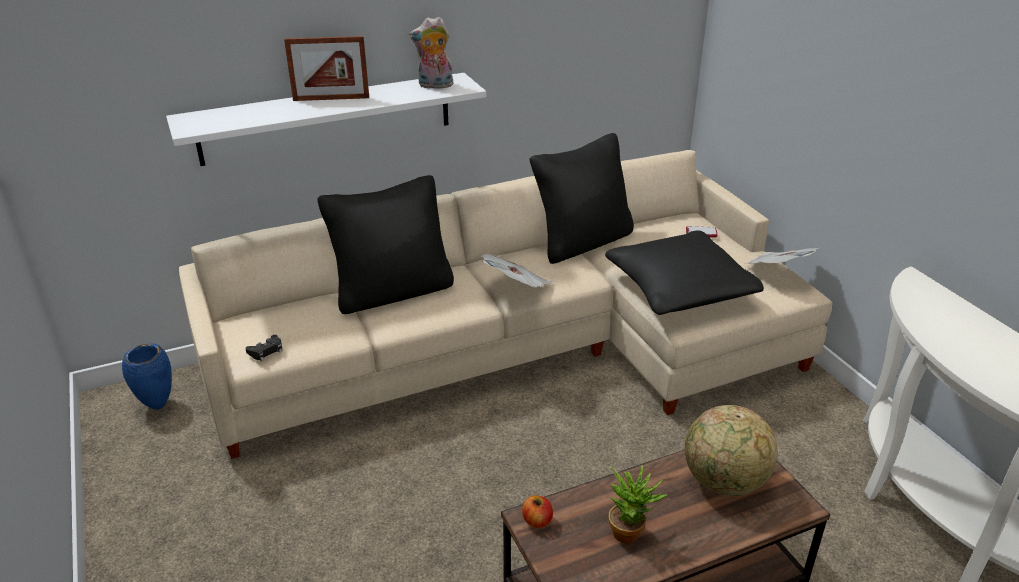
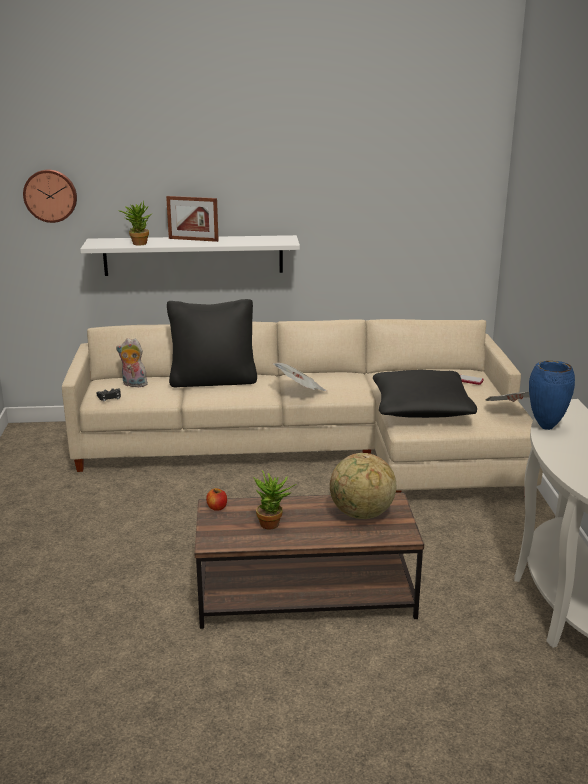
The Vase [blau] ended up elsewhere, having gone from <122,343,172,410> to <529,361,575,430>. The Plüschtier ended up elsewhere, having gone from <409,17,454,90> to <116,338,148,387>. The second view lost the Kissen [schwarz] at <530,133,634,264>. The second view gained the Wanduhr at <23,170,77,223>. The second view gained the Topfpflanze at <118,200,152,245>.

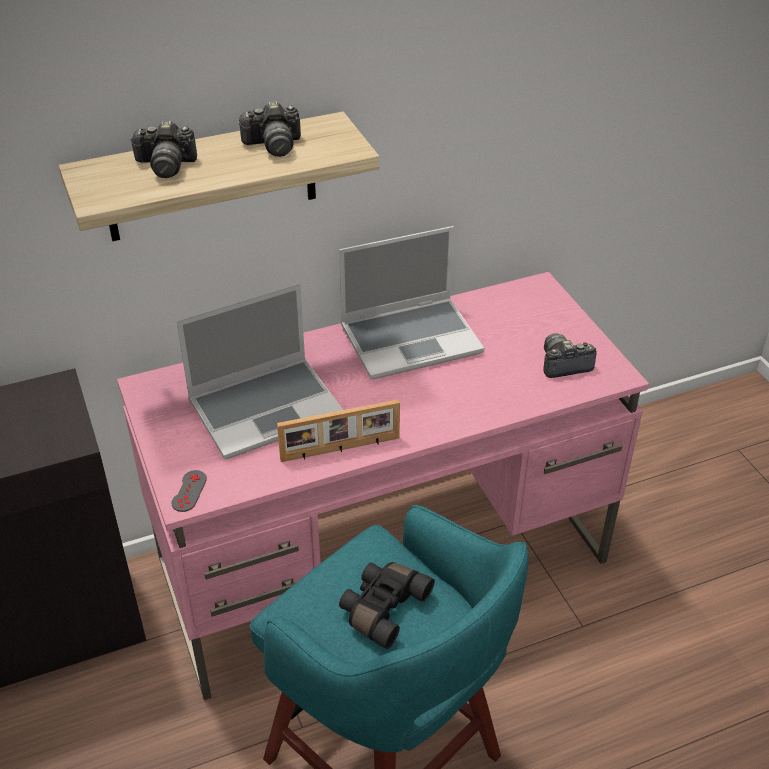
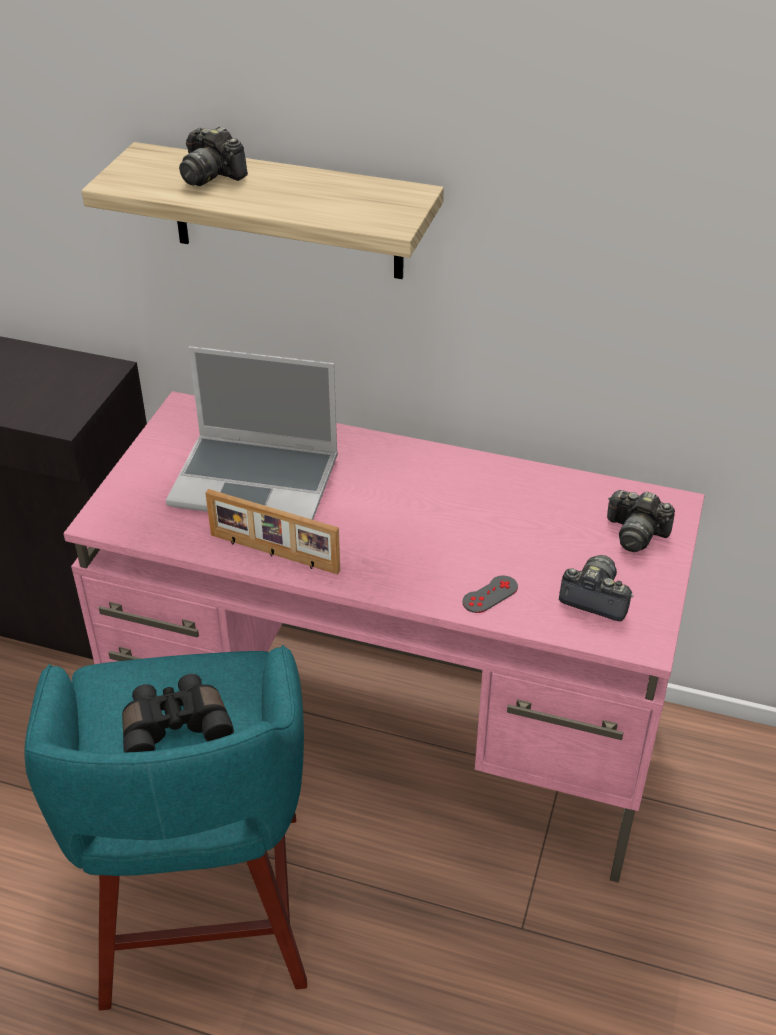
The Gamepad [grau] ended up elsewhere, having gone from <171,470,207,512> to <462,576,518,613>. The Kamera ended up elsewhere, having gone from <238,101,301,157> to <607,490,675,552>. The second view lost the Laptop at <339,226,484,379>.

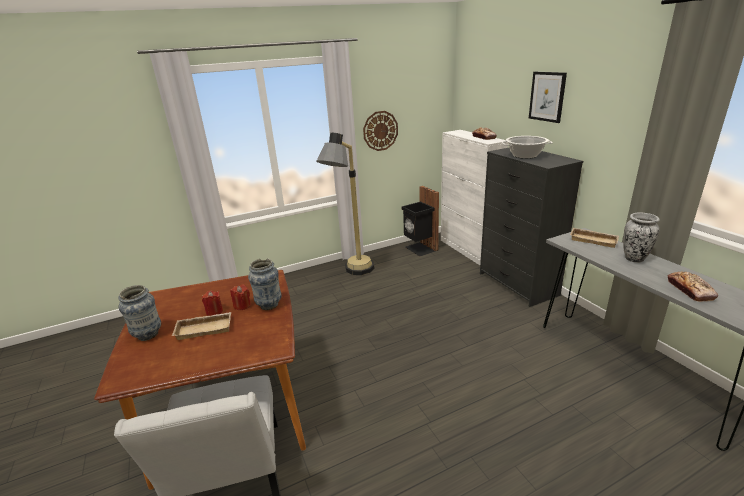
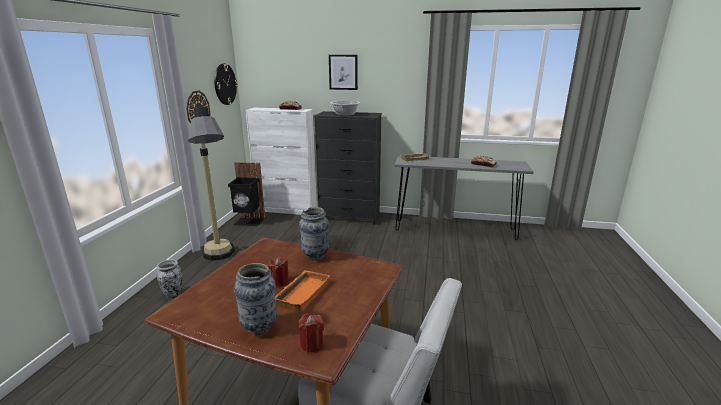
What was the Tablett [beige] at <172,312,231,340> turned into the Tablett [orange] at <275,270,330,310>. The Kerze [rot] ended up elsewhere, having gone from <230,285,251,310> to <298,313,324,353>. The Vase ended up elsewhere, having gone from <623,213,660,263> to <156,259,182,299>. The second view gained the Wanduhr at <214,64,238,105>.

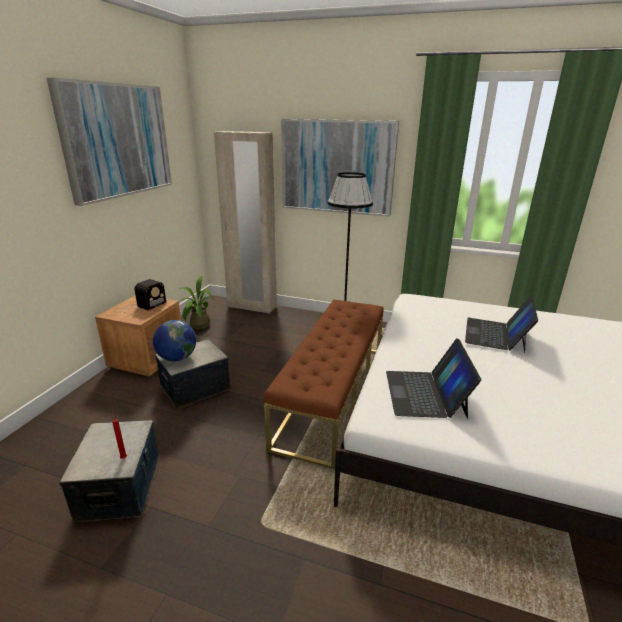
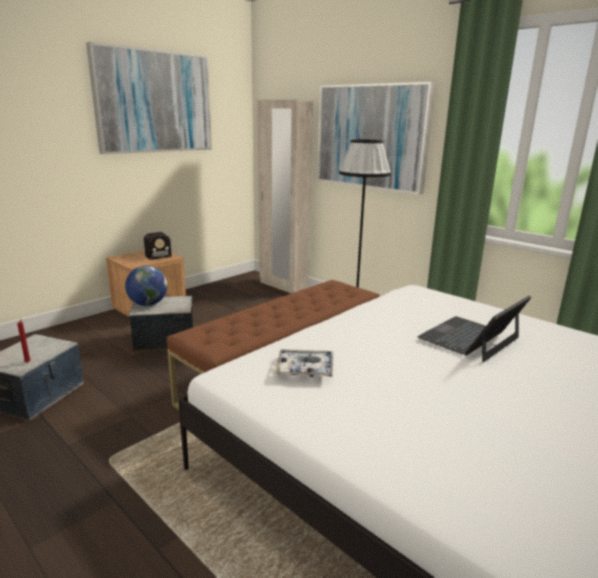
The second view lost the Topfpflanze at <179,276,213,329>. Where the Laptop stood at <386,338,481,419>, the Tablett came to stand at <274,349,333,377>.

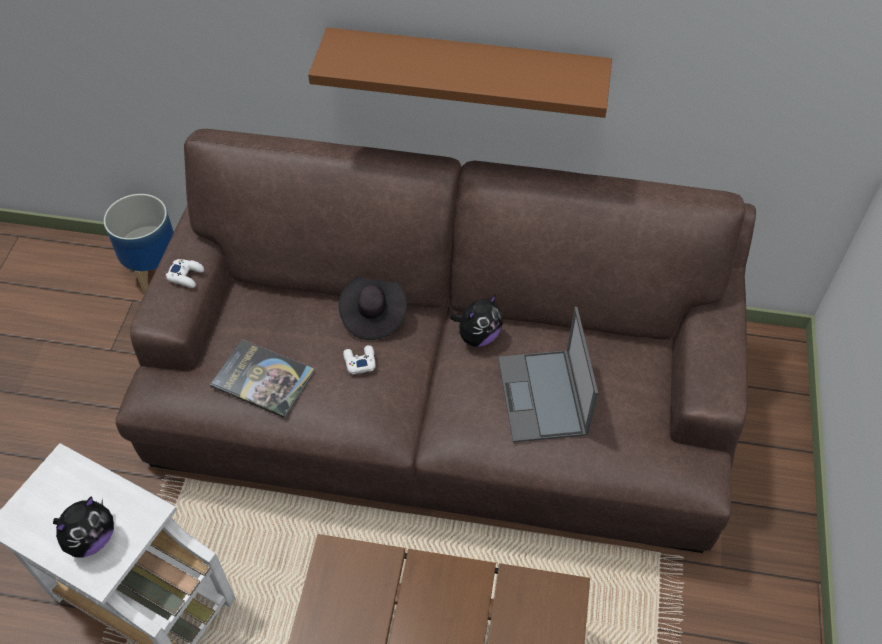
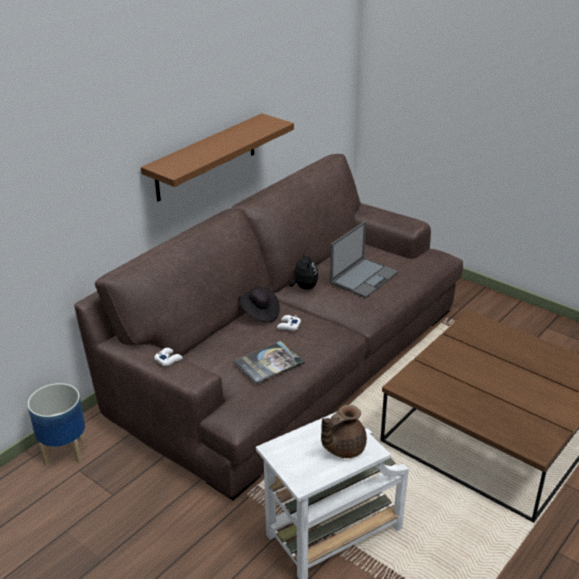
Where the Plüschtier stood at <53,496,114,557>, the Teekanne [braun] came to stand at <321,405,367,458>. The Laptop at <498,307,598,443> ended up facing another way, 75 degrees counterclockwise from before.

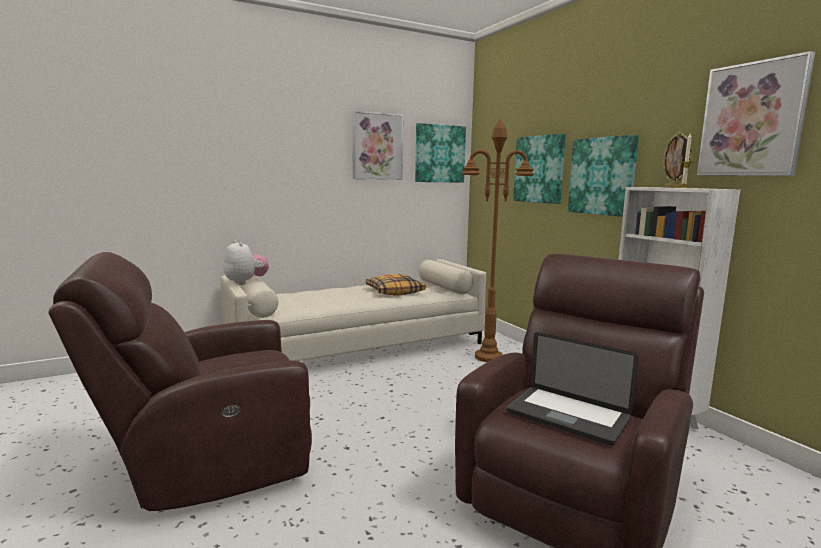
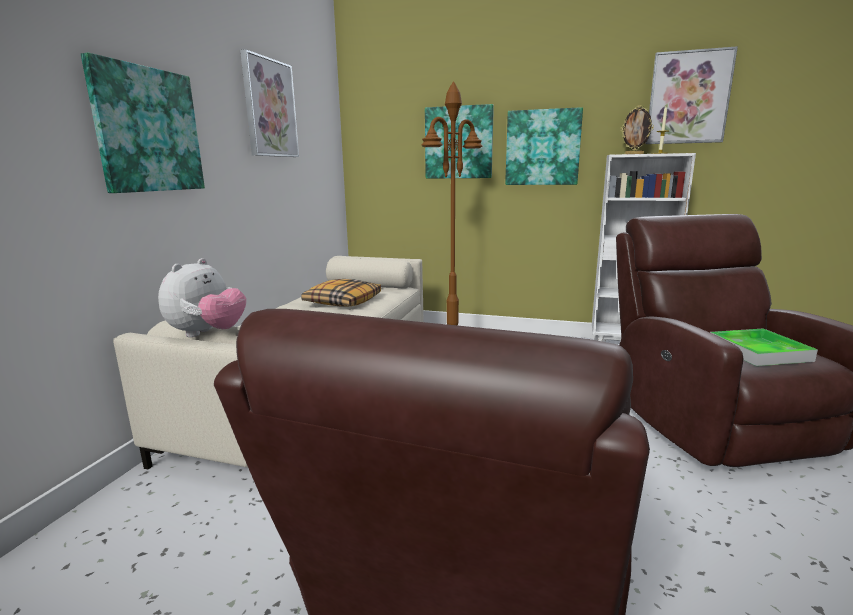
The Plüschtier at <224,240,269,285> ended up facing another way, 105 degrees clockwise from before. The Bild ended up elsewhere, having gone from <415,123,466,183> to <81,53,205,193>. Where the Laptop stood at <506,332,639,445>, the Tablett came to stand at <710,328,818,366>.

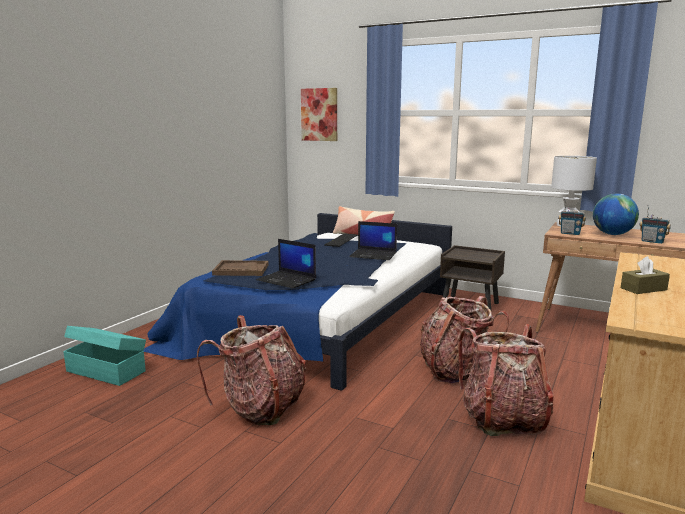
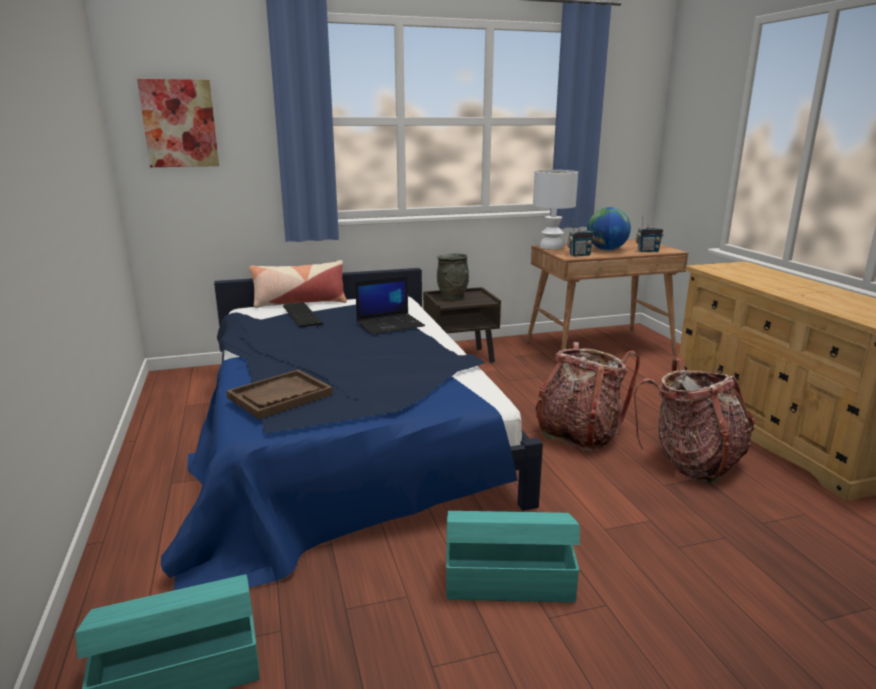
Where the Rucksack stood at <197,315,306,425>, the Aufbewahrungsbox [türkis] came to stand at <446,511,580,602>. The second view lost the Laptop at <256,239,316,289>. The second view lost the Taschentuchbox [braun] at <621,256,670,294>. The second view gained the Vase [grau] at <437,254,469,300>.

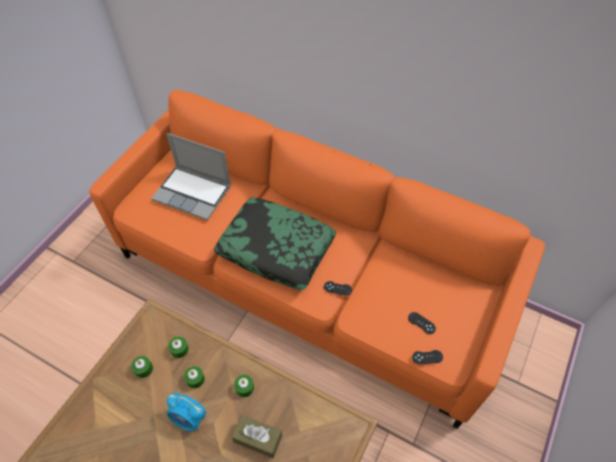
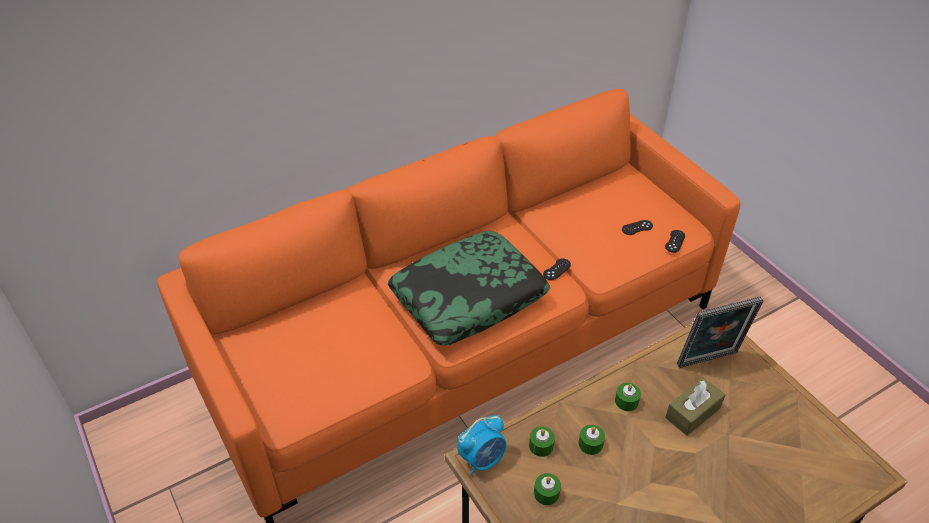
The second view lost the Laptop at <151,133,231,221>. The Wecker ended up elsewhere, having gone from <167,393,206,431> to <458,415,506,475>. The second view gained the Bilderrahmen at <677,296,763,368>.

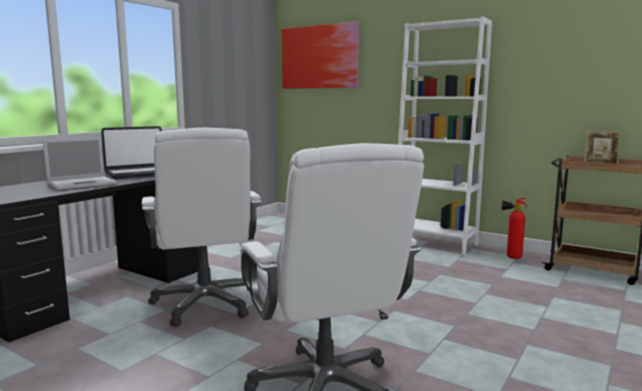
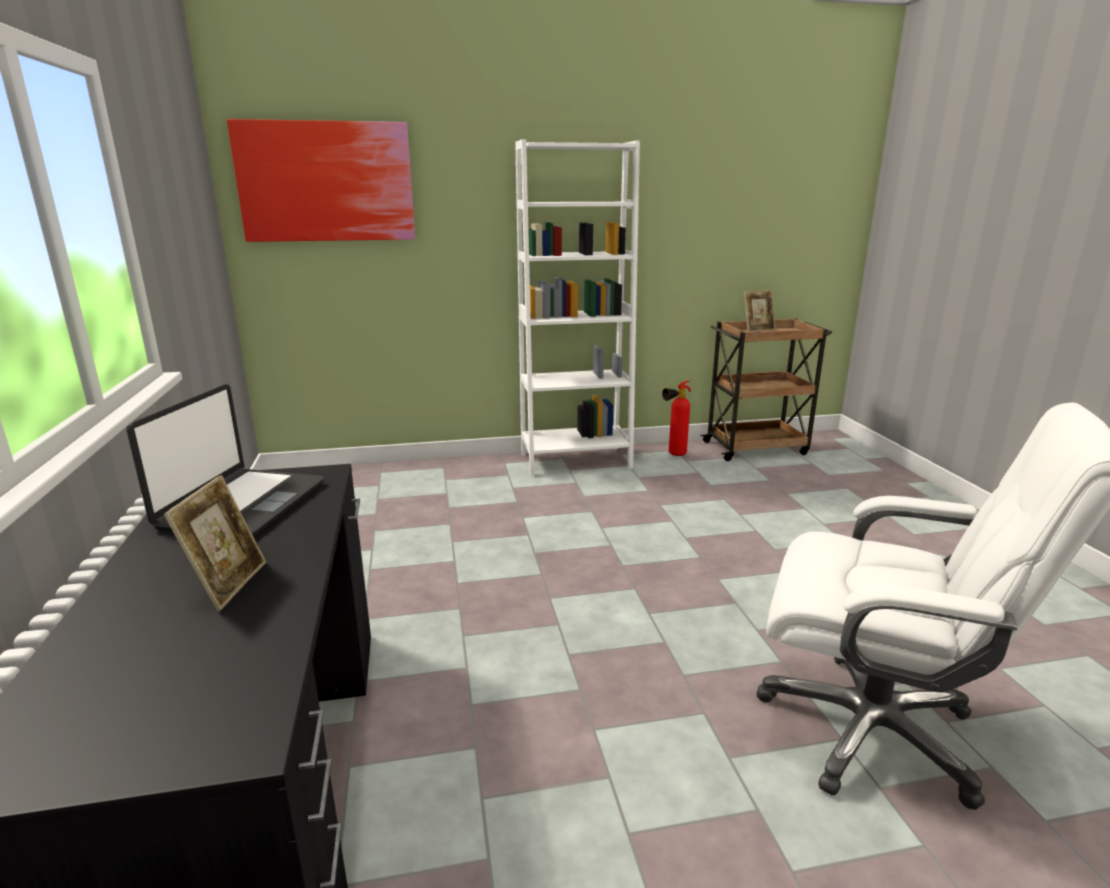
Where the Laptop stood at <43,137,117,190>, the Bilderrahmen came to stand at <164,475,266,611>. The second view lost the Bürostuhl [weiß] at <142,128,262,327>.

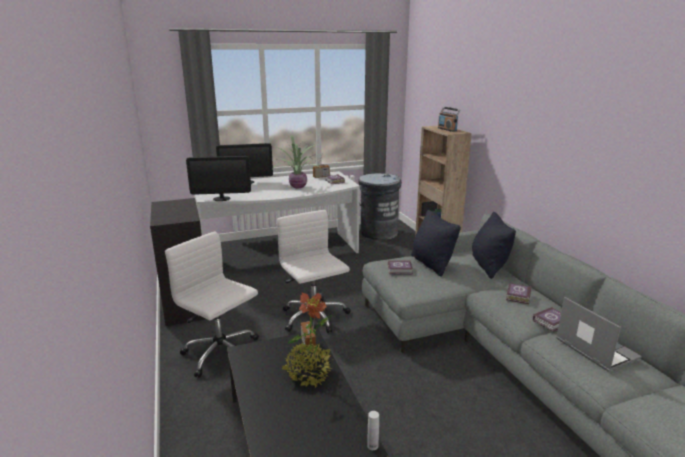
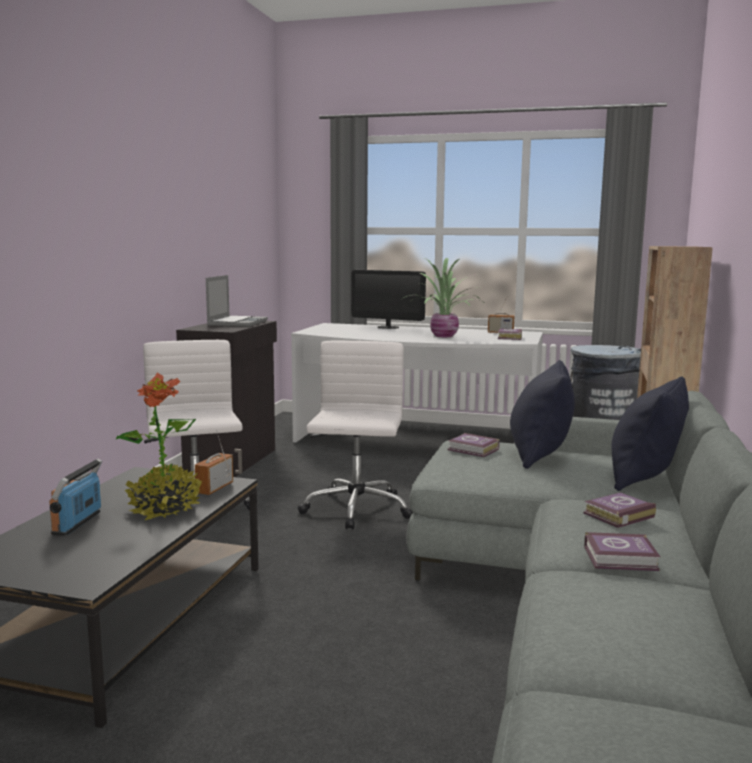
The second view lost the Monitor at <186,156,251,201>. The second view lost the Flasche [weiß] at <367,411,379,450>. The Radio ended up elsewhere, having gone from <438,107,460,132> to <49,459,102,536>. The Laptop ended up elsewhere, having gone from <556,297,642,372> to <206,275,268,327>.

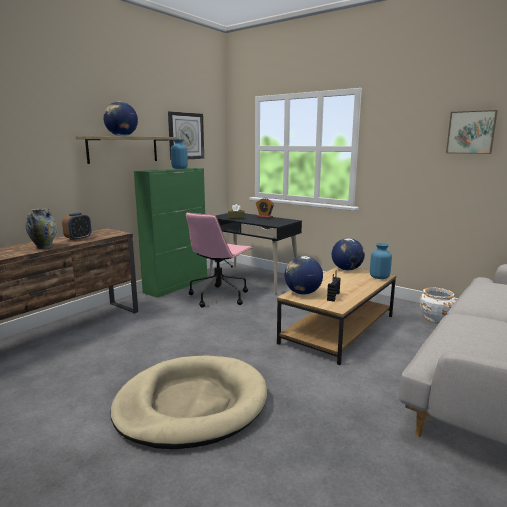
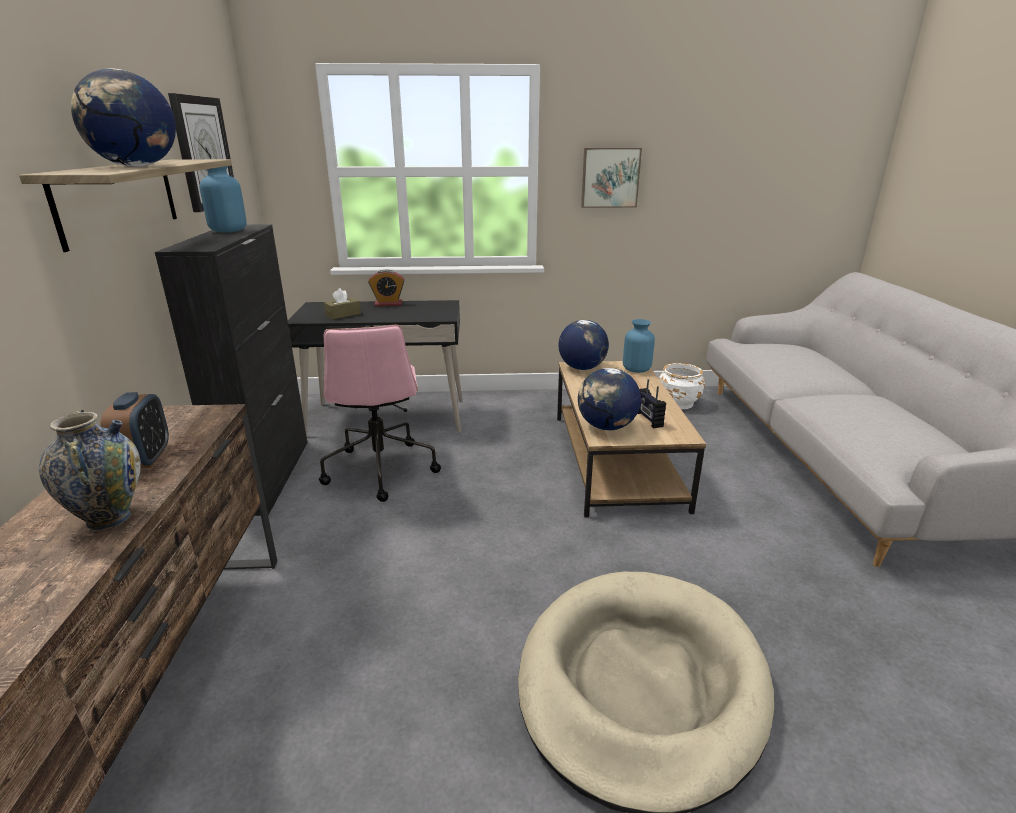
What was the Schrank [grün] at <134,168,207,298> turned into the Schrank [schwarz] at <155,224,307,516>. The Bild ended up elsewhere, having gone from <446,110,498,154> to <581,148,642,208>.

